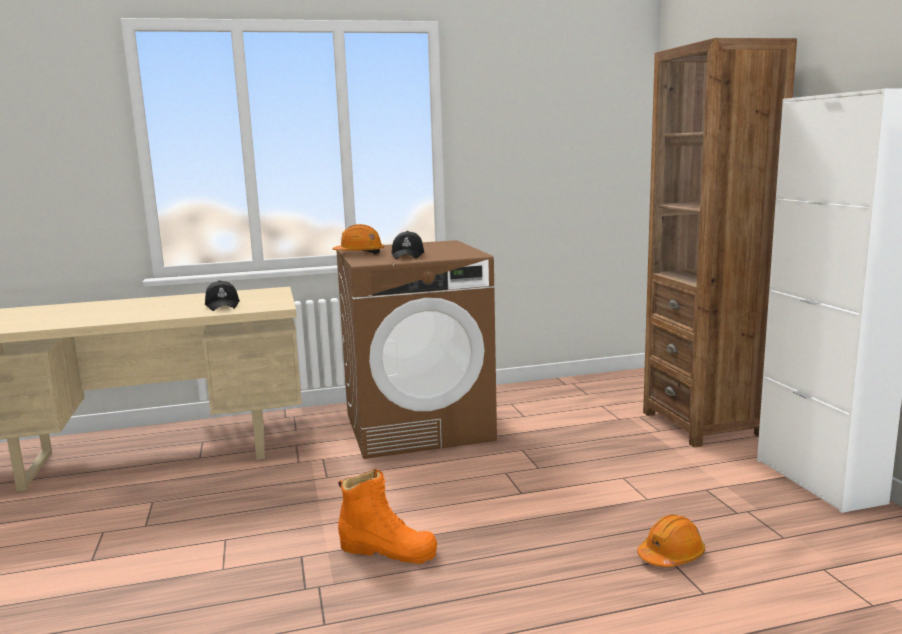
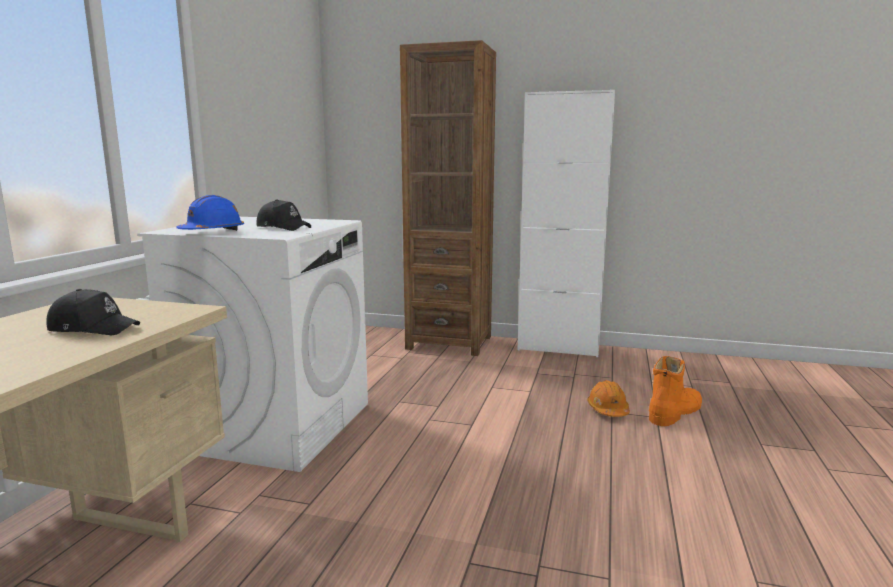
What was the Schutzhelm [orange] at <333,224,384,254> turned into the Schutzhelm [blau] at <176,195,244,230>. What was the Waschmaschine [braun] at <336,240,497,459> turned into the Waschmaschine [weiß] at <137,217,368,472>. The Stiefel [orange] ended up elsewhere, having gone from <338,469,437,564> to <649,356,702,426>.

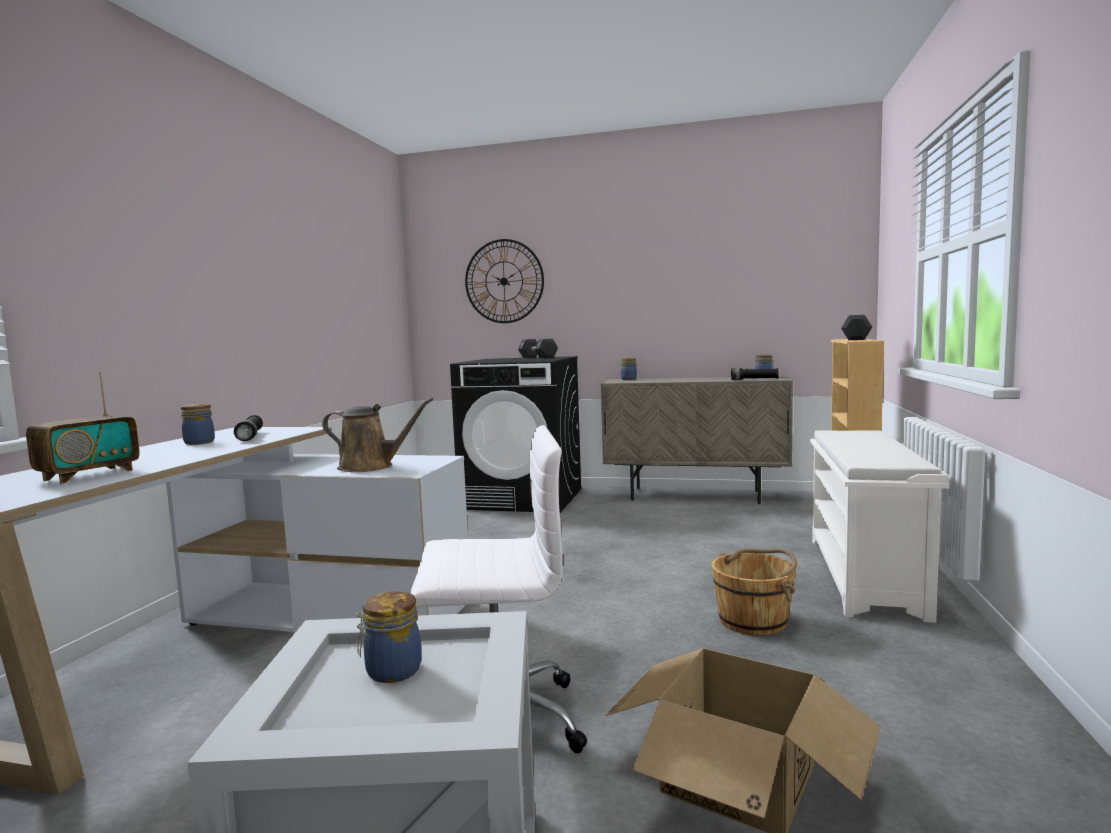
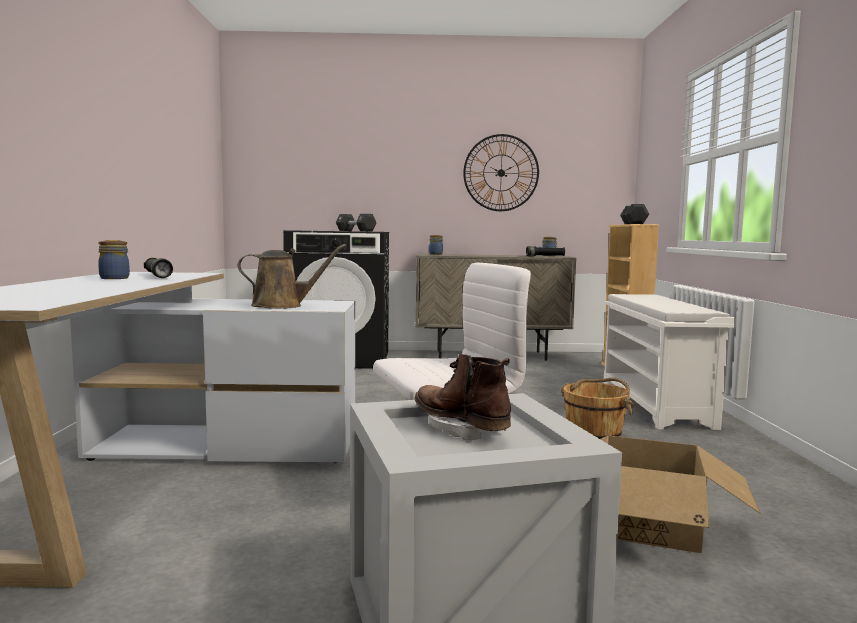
The second view lost the Radio at <26,372,140,484>. Where the Vorratsglas stood at <356,591,422,683>, the Stiefel [braun] came to stand at <414,354,511,442>. The Wanduhr ended up elsewhere, having gone from <465,239,544,323> to <463,134,539,211>.

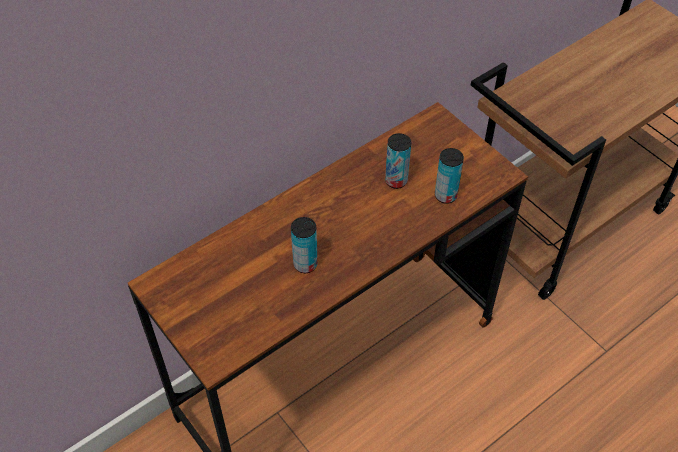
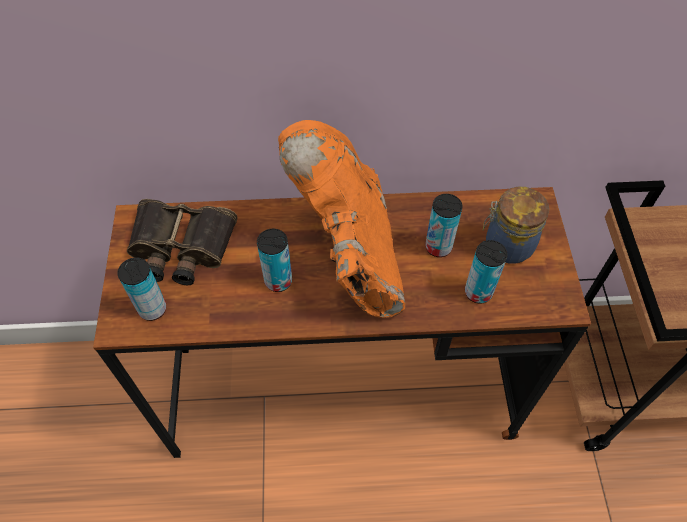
The second view gained the Dose at <117,258,166,321>. The second view gained the Fernglas at <127,199,238,285>. The second view gained the Stiefel [orange] at <278,120,406,318>. The second view gained the Vorratsglas at <483,187,549,264>.

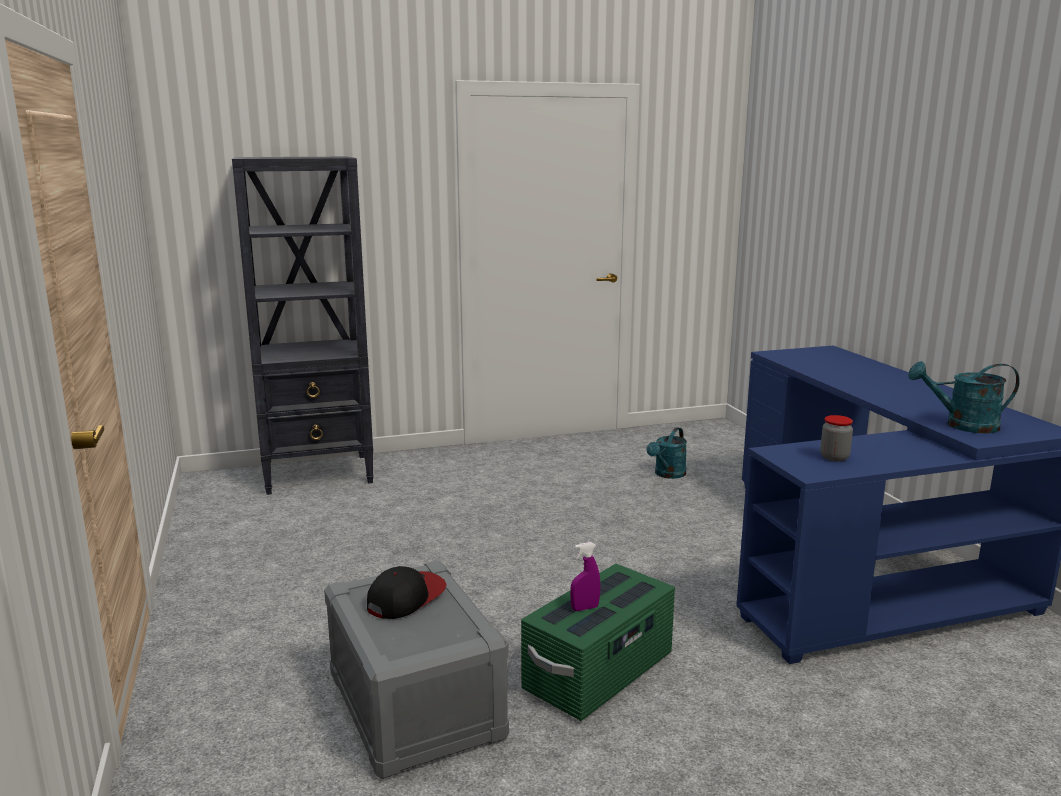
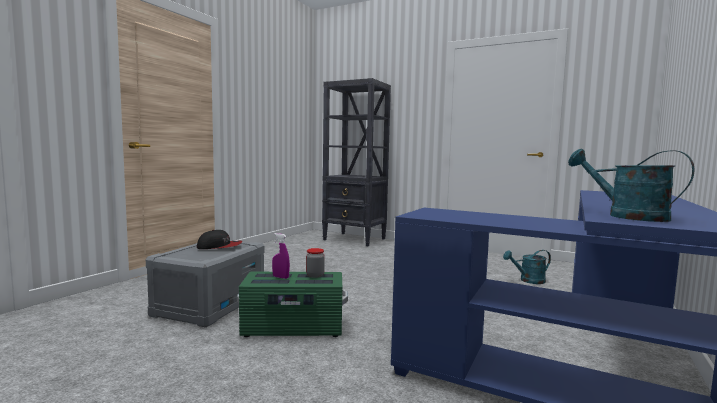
The Vorratsglas ended up elsewhere, having gone from <820,415,853,462> to <306,248,325,278>.

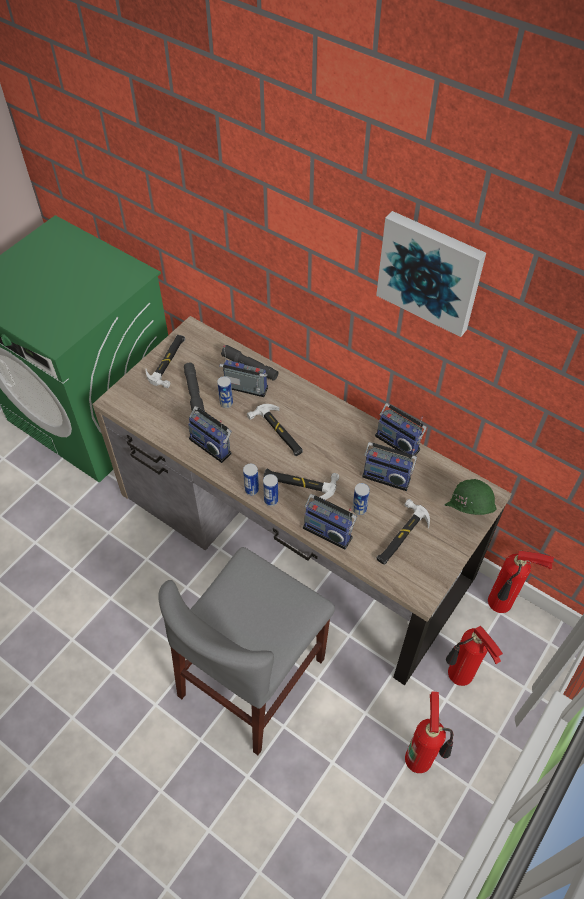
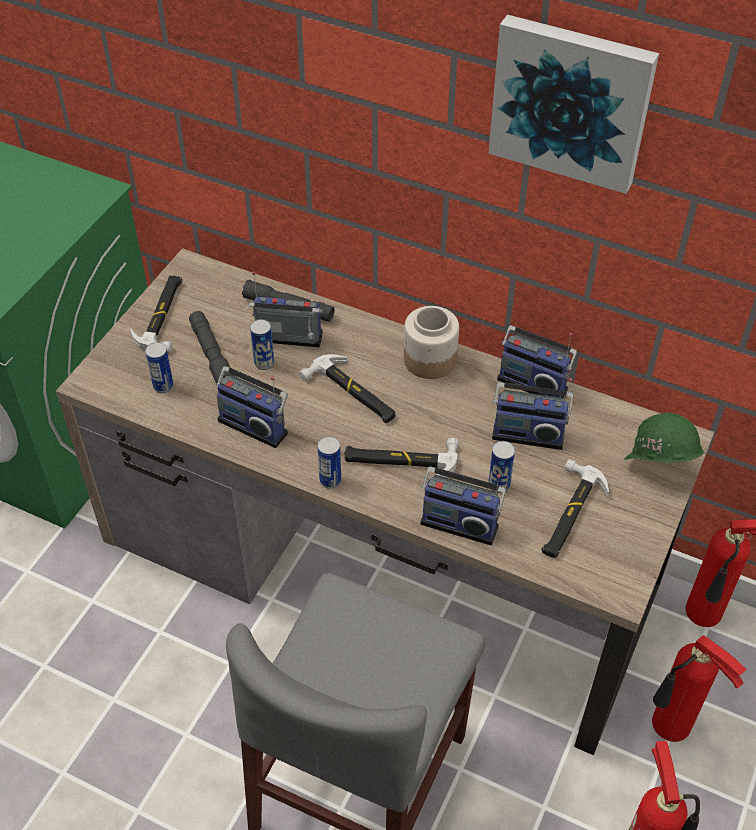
The Dose ended up elsewhere, having gone from <263,474,278,506> to <145,342,174,393>. The second view gained the Vorratsglas at <404,306,459,379>.

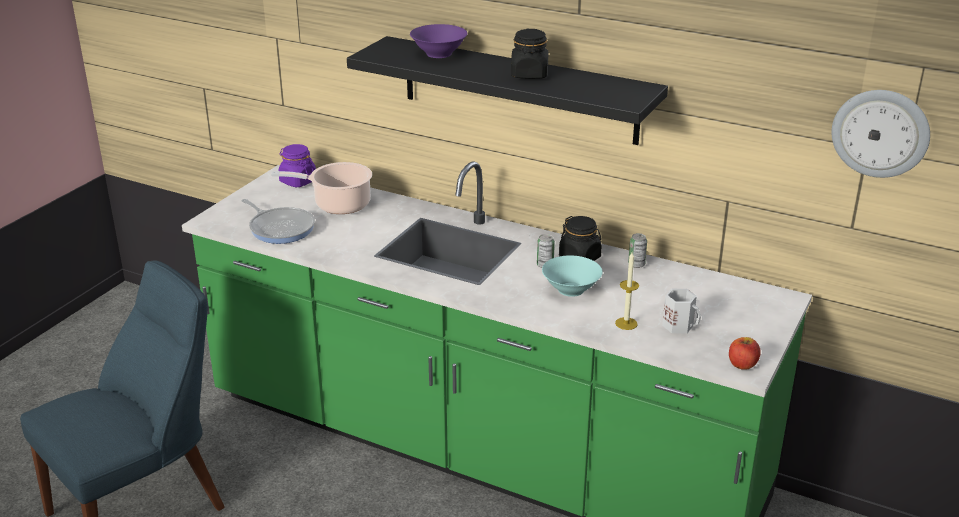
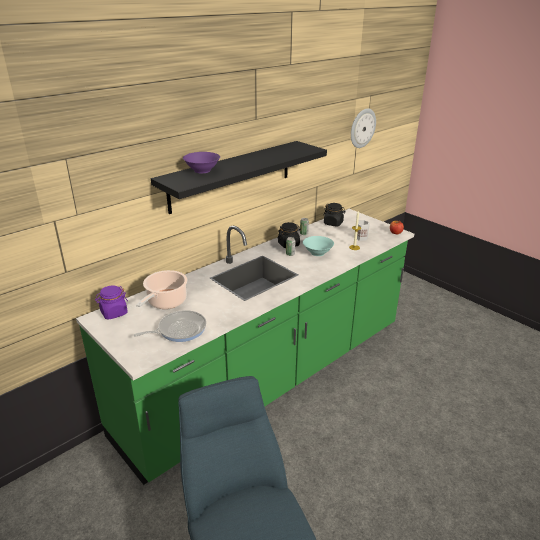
The Vorratsglas [schwarz] ended up elsewhere, having gone from <511,29,548,79> to <323,203,346,227>.

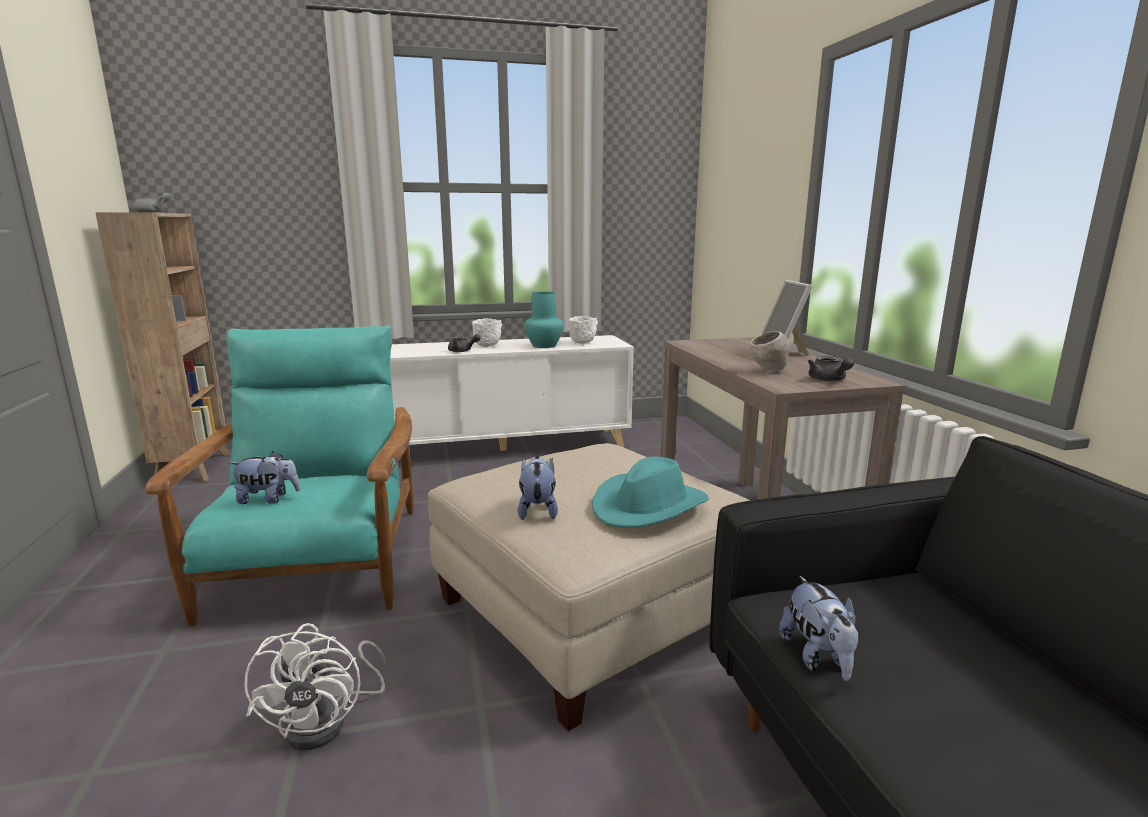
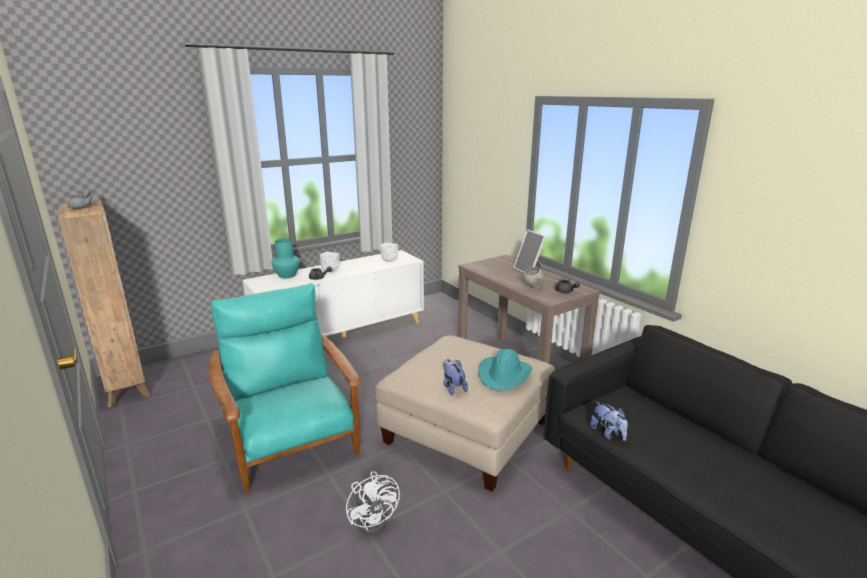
The second view lost the Plüschtier at <229,451,301,504>. The Vase [türkis] ended up elsewhere, having gone from <524,292,564,348> to <271,239,300,278>.

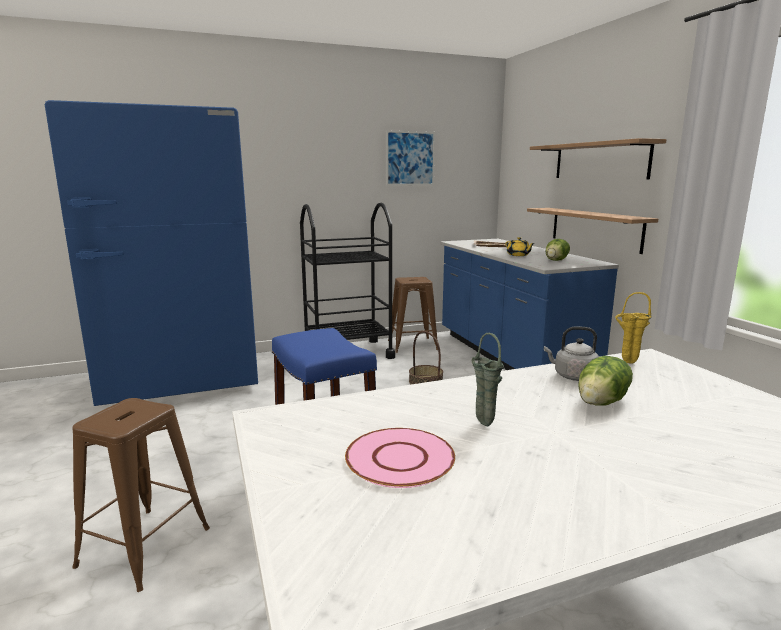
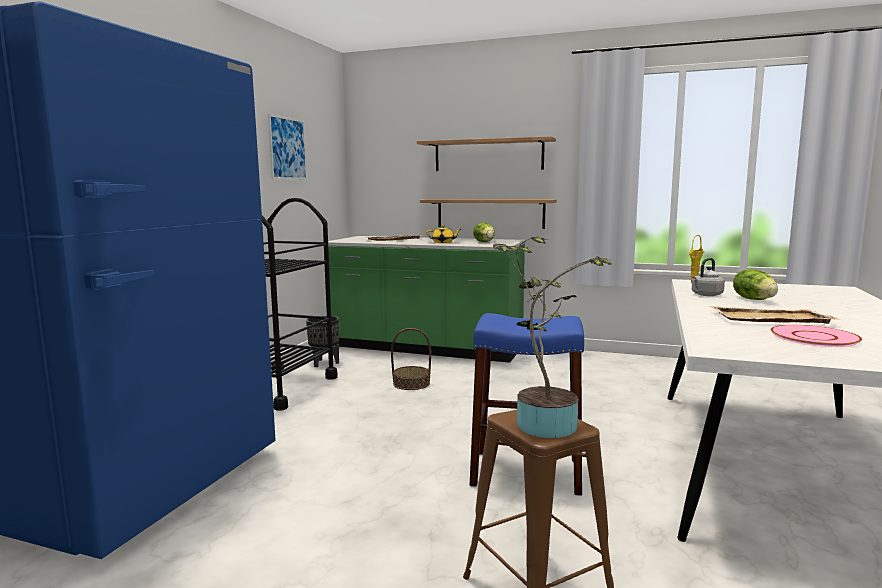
Where the Hocker [braun] stood at <388,277,438,353>, the Pflanzkübel [schwarz] came to stand at <306,316,339,367>. What was the Küchenzeile [blau] at <440,239,619,370> turned into the Küchenzeile [grün] at <328,236,526,363>. Where the Vase [grün] stood at <472,333,504,426>, the Tablett [beige] came to stand at <710,306,841,324>. The second view gained the Topfpflanze at <493,236,612,438>.

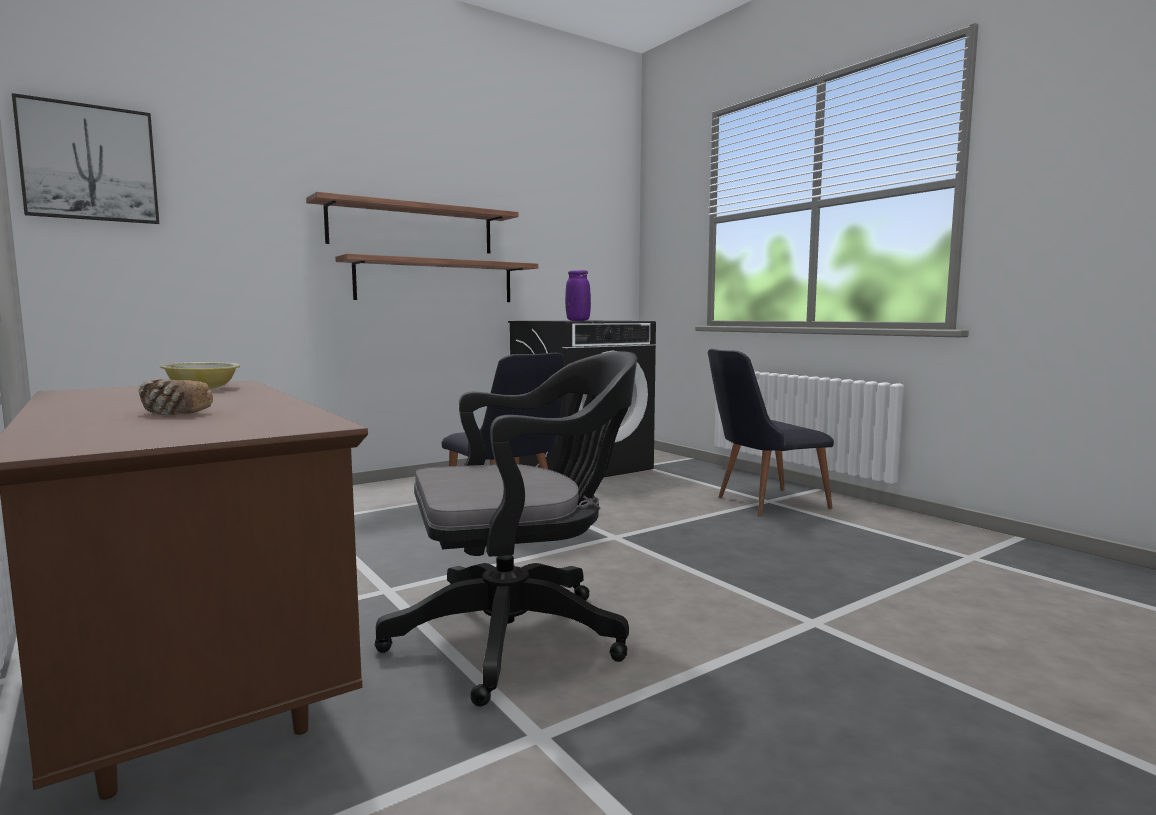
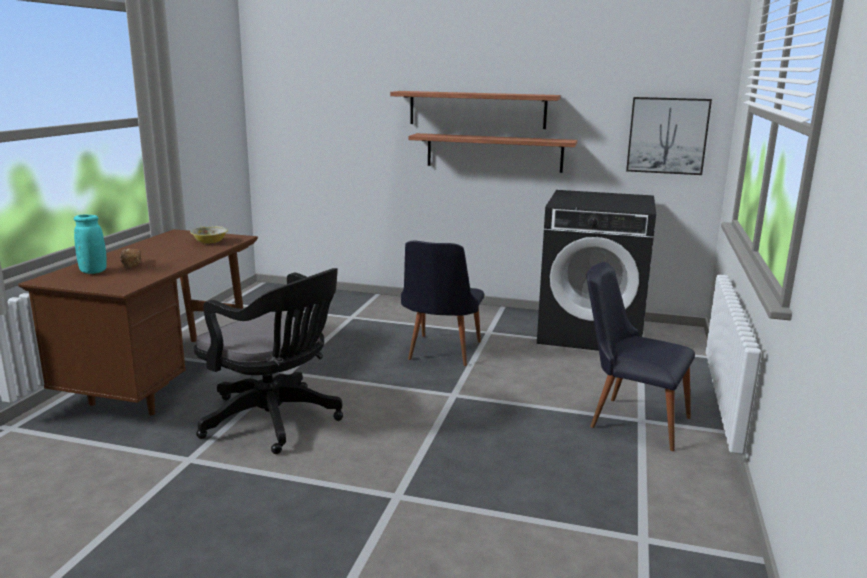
The Bild ended up elsewhere, having gone from <12,93,159,224> to <626,97,712,175>. The second view lost the Vase [lila] at <565,270,591,321>. The second view gained the Vase [türkis] at <74,215,107,274>.

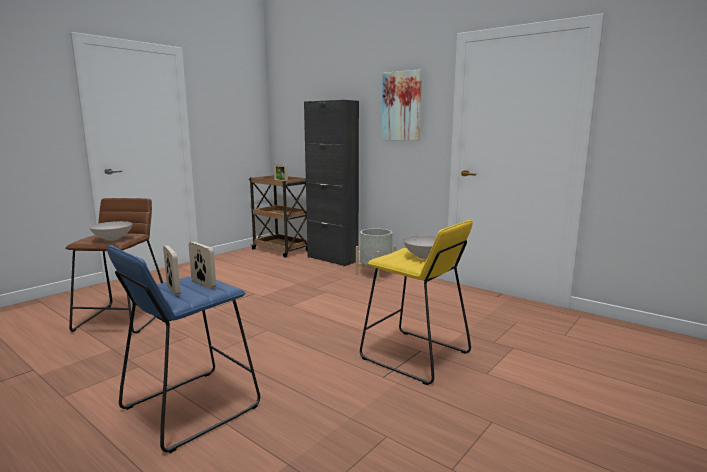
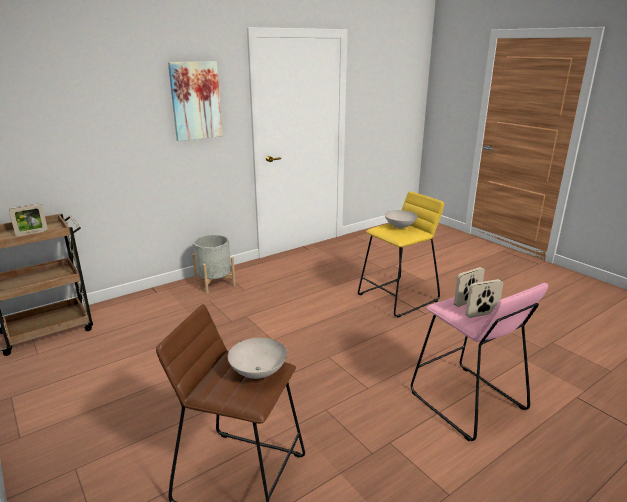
What was the Hocker [blau] at <107,245,260,453> turned into the Hocker [rosa] at <411,283,548,441>. The second view lost the Schrank [schwarz] at <304,100,359,266>.

